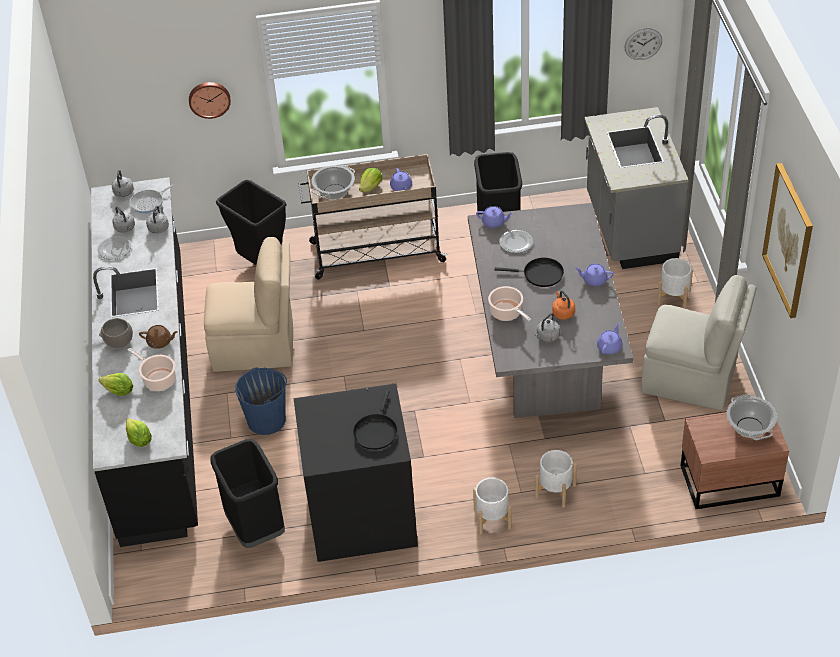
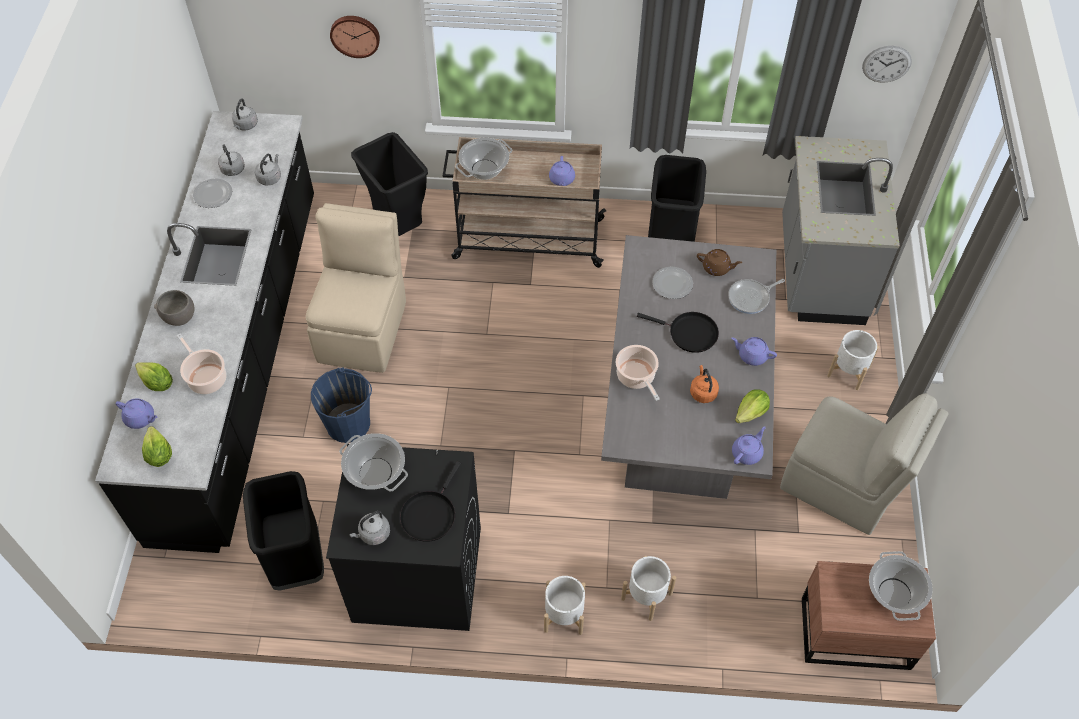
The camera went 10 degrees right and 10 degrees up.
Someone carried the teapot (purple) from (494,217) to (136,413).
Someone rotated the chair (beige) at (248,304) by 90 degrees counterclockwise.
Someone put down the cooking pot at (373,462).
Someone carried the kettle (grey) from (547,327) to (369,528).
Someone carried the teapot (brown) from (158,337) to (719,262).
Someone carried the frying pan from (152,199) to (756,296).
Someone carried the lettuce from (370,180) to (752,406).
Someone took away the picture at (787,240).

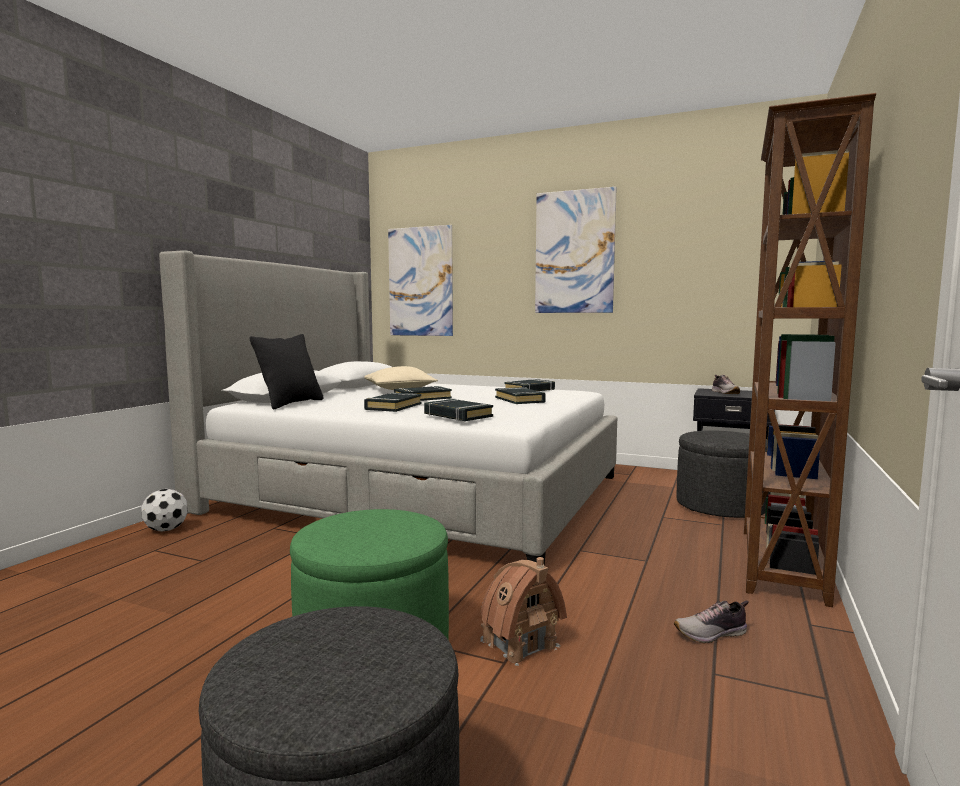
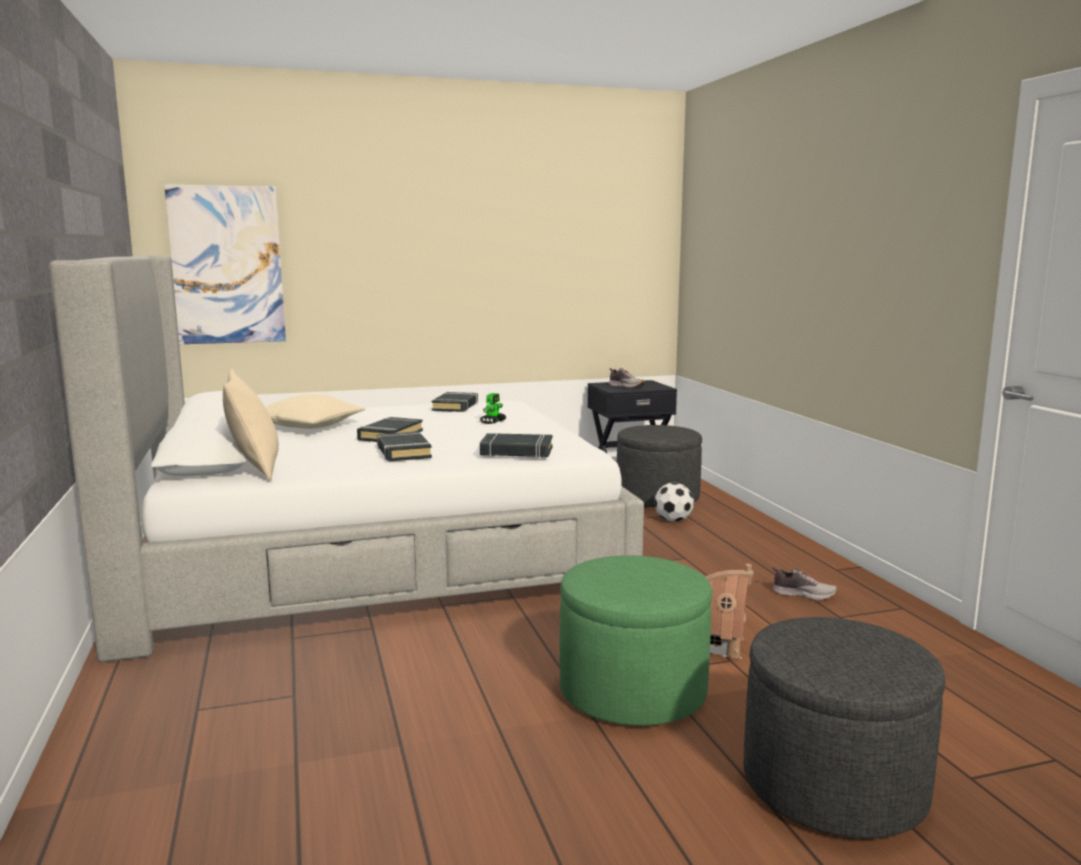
The camera went 40 degrees left and 5 degrees up.
Someone repainted the pillow (black) at (287,371), which became the pillow (beige) at (251,425).
Someone swapped the book (black) at (520,395) for the toy robot at (493,408).
Someone carried the football from (164,510) to (674,502).
Someone rotated the shoe at (711,622) by 105 degrees counterclockwise.
Someone took away the picture at (576,250).
Someone took away the bookcase (brown) at (810,350).

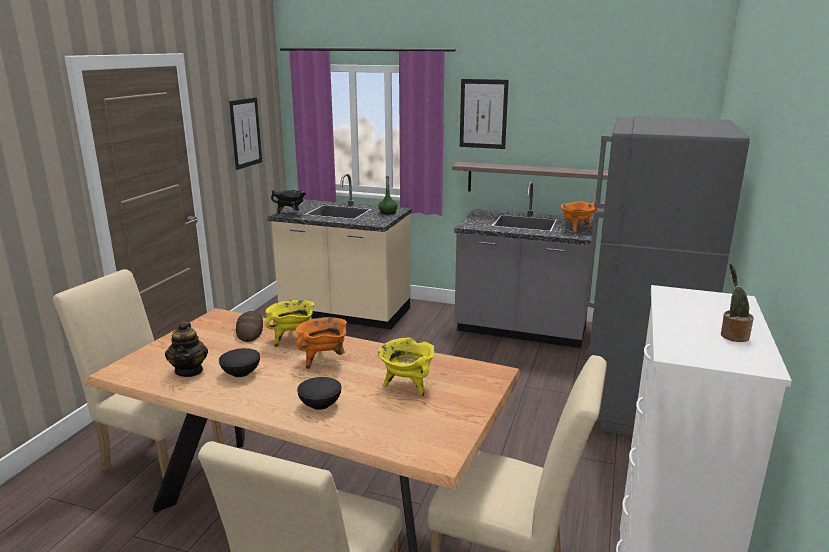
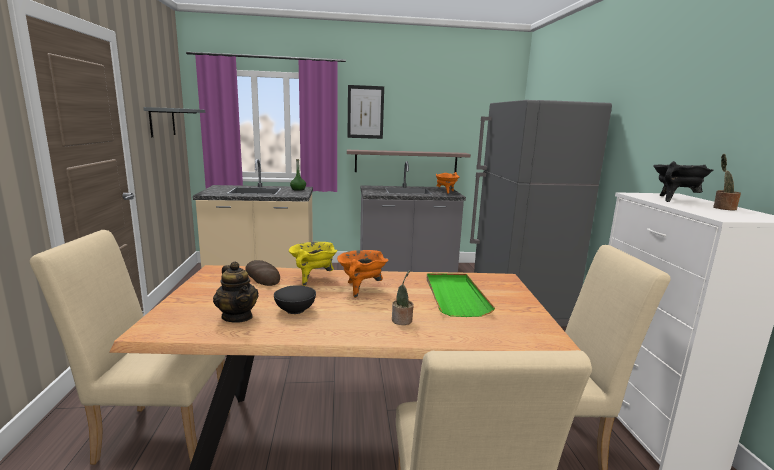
The camera went 25 degrees left and 5 degrees down.
Someone swapped the picture at (245,133) for the shelf (grey) at (174,122).
Someone swapped the bowl (black) at (319,393) for the potted plant at (403,297).
Someone swapped the cooking pot (yellow) at (405,366) for the tray (green) at (461,295).
Someone carried the cooking pot (black) from (289,202) to (683,181).

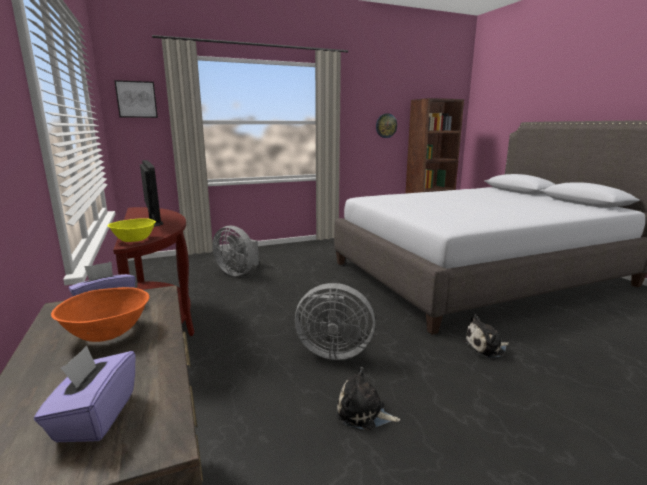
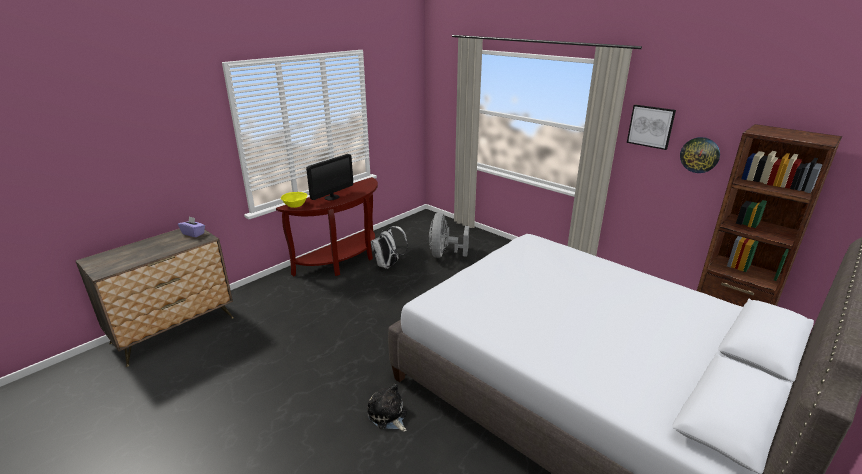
The camera went 65 degrees right and 10 degrees up.
Someone put down the backpack (white) at (389,247).
Someone carried the picture from (136,99) to (651,127).
Someone took away the tissue box (purple) at (84,393).
Someone took away the bowl (orange) at (100,314).
Someone took away the fan (grey) at (335,321).
Someone took away the plush toy at (368,398).

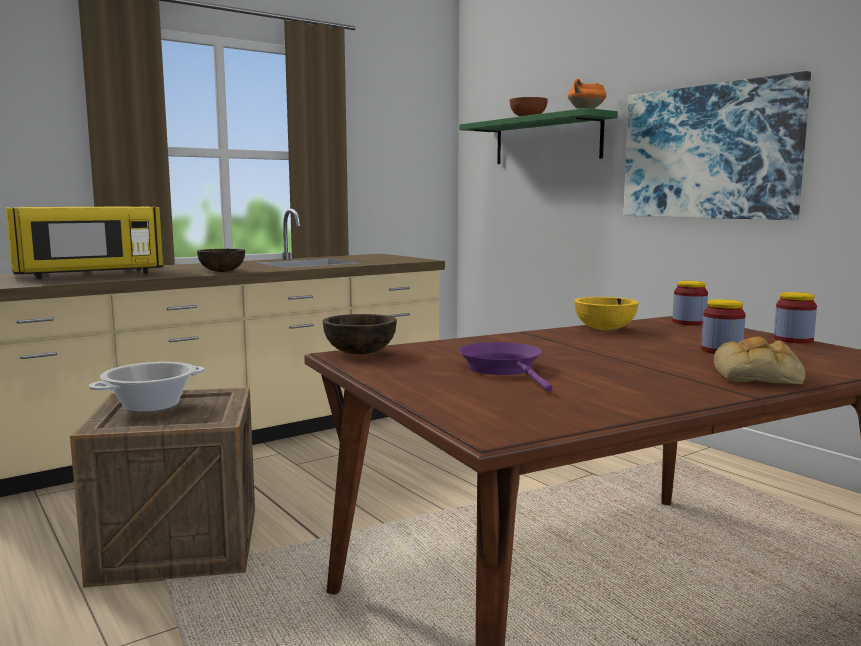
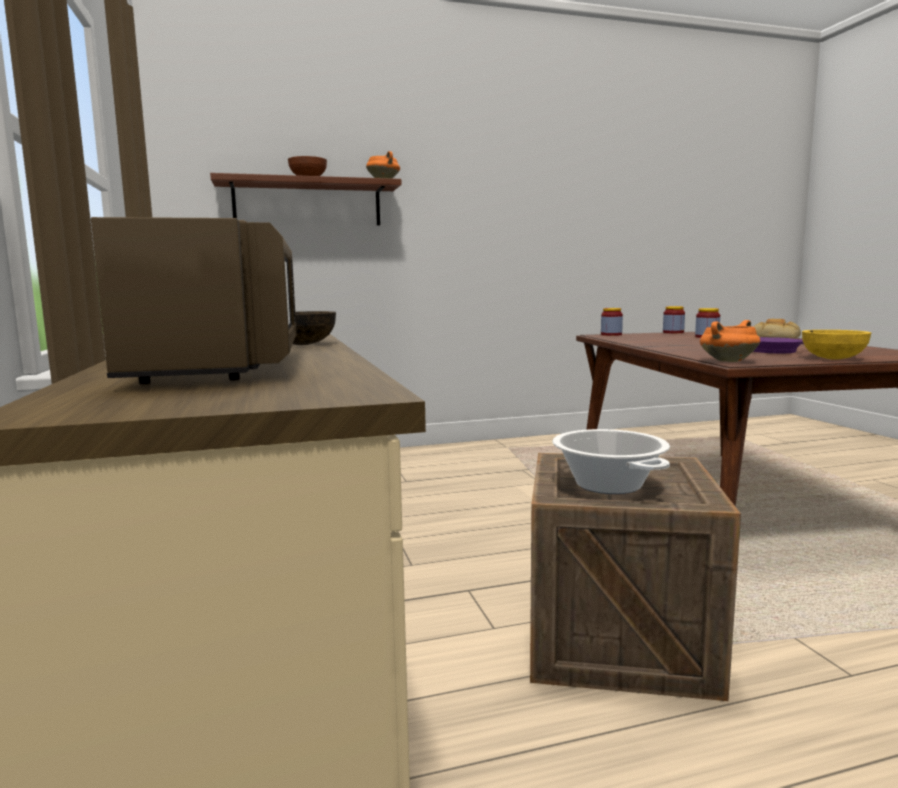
The camera went 70 degrees left and 0 degrees up.
Someone repainted the microwave (yellow) at (84,243), which became the microwave (brown) at (194,300).
Someone repainted the shelf (green) at (538,136), which became the shelf (brown) at (306,199).
Someone swapped the bowl (brown) at (359,334) for the cooking pot (orange) at (730,341).
Someone carried the bowl (yellow) from (606,313) to (836,345).
Someone took away the picture at (717,145).

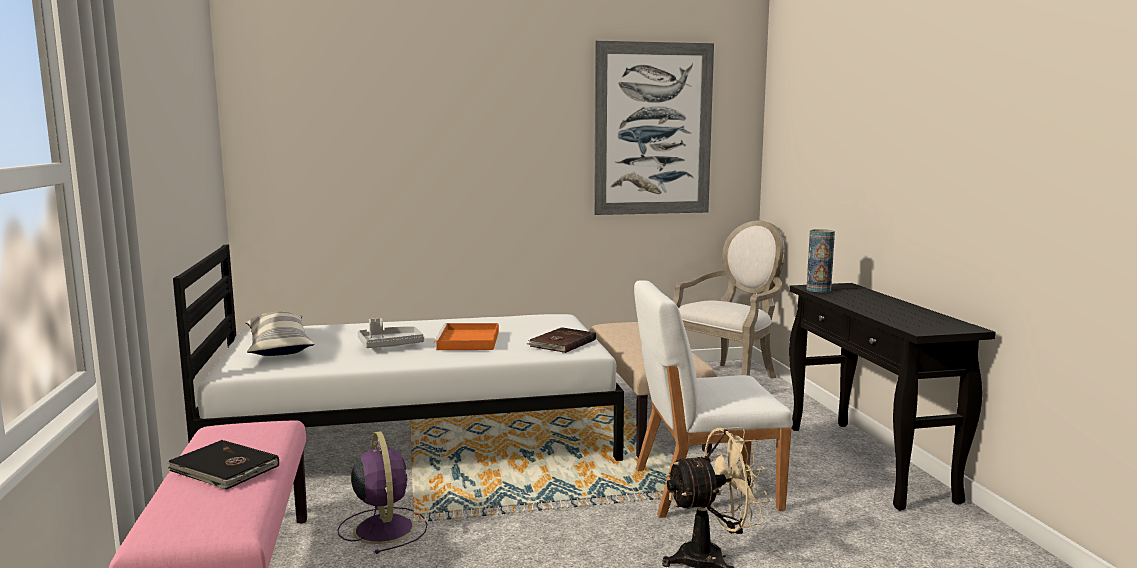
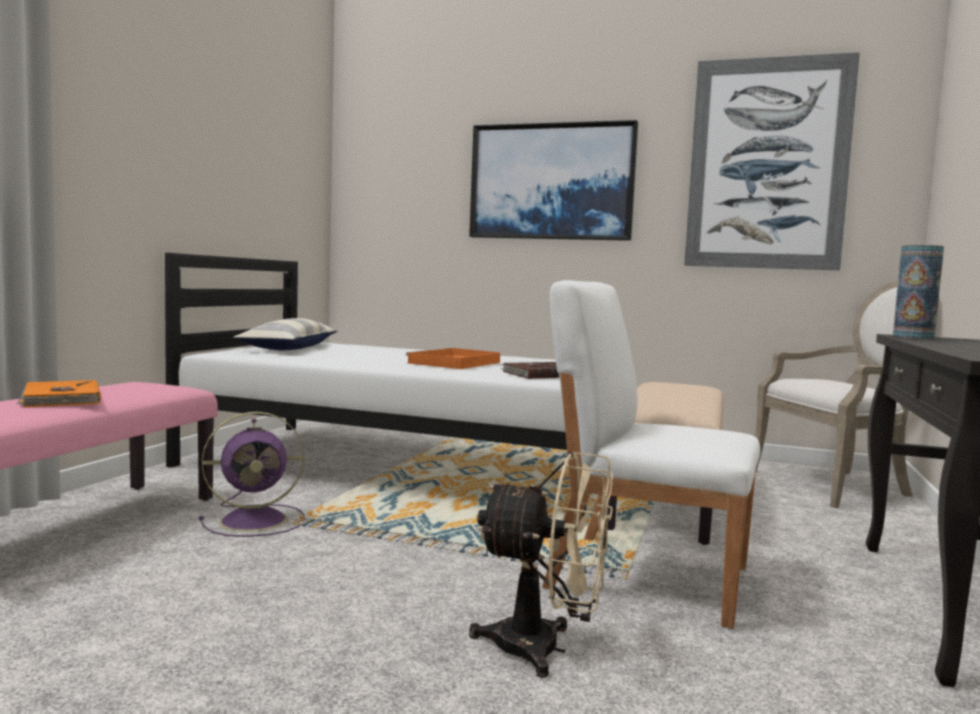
The camera went 30 degrees right and 5 degrees down.
Someone repainted the book (black) at (223,464), which became the book (orange) at (58,393).
Someone rotated the fan (purple) at (382,492) by 60 degrees clockwise.
Someone put up the picture at (553,180).
Someone took away the tray (grey) at (391,333).

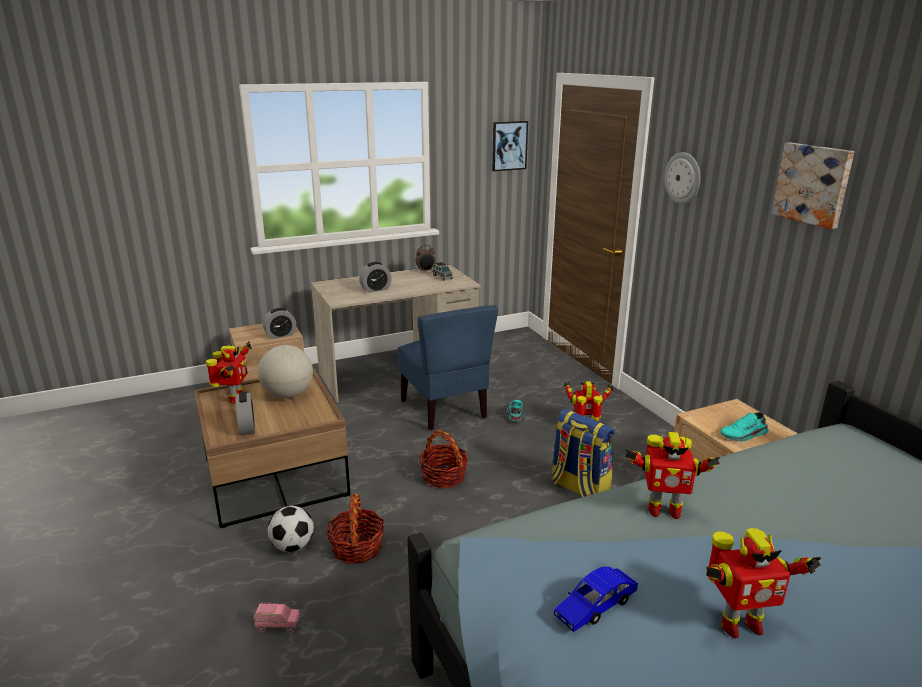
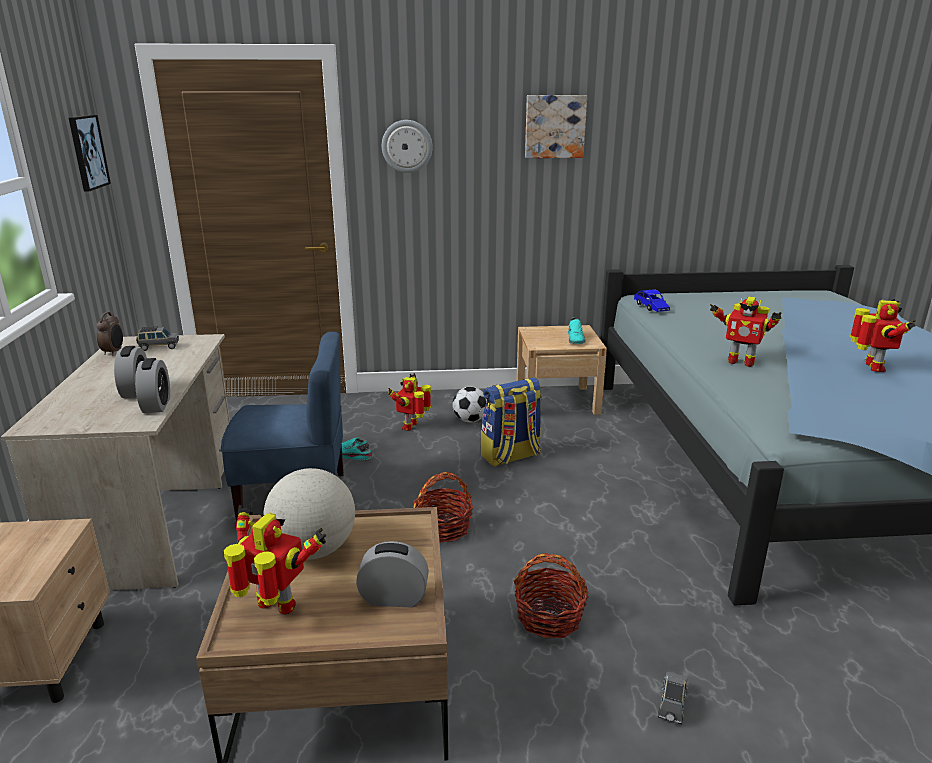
The camera went 70 degrees left and 0 degrees up.
Someone carried the alarm clock from (279,323) to (152,385).
Someone carried the football from (291,529) to (469,404).
Someone carried the toy car (blue) from (596,599) to (652,300).
Someone repainted the toy car (pink) at (277,618), which became the toy car (grey) at (673,698).
Someone rotated the toy robot at (672,475) by 90 degrees clockwise.

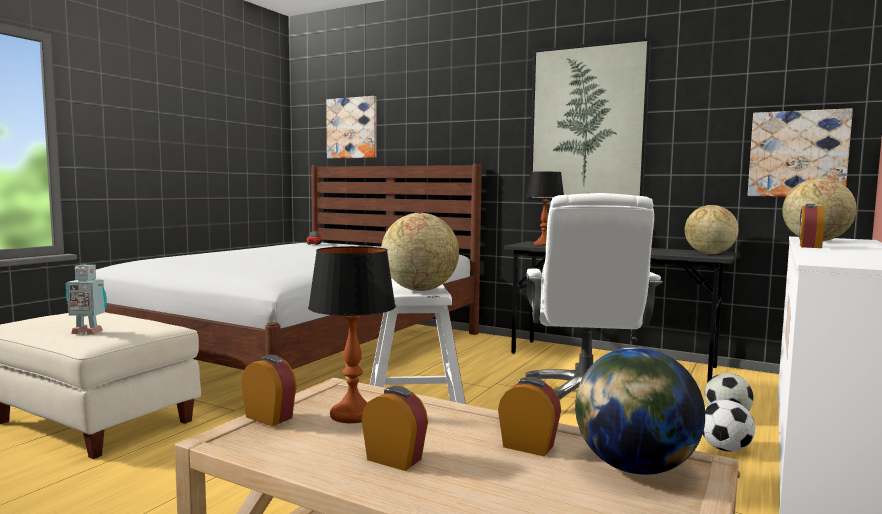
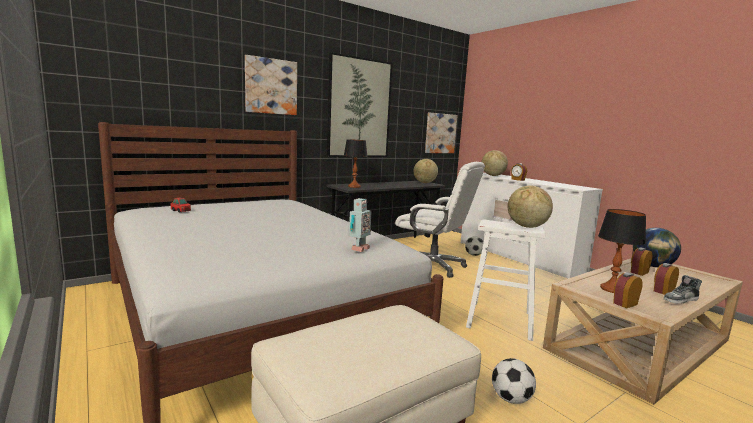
The camera went 65 degrees left and 5 degrees up.
Someone carried the picture from (351,127) to (271,85).
Someone carried the toy robot from (86,300) to (360,225).
Someone carried the football from (729,426) to (514,381).
Someone put down the shoe at (683,289).

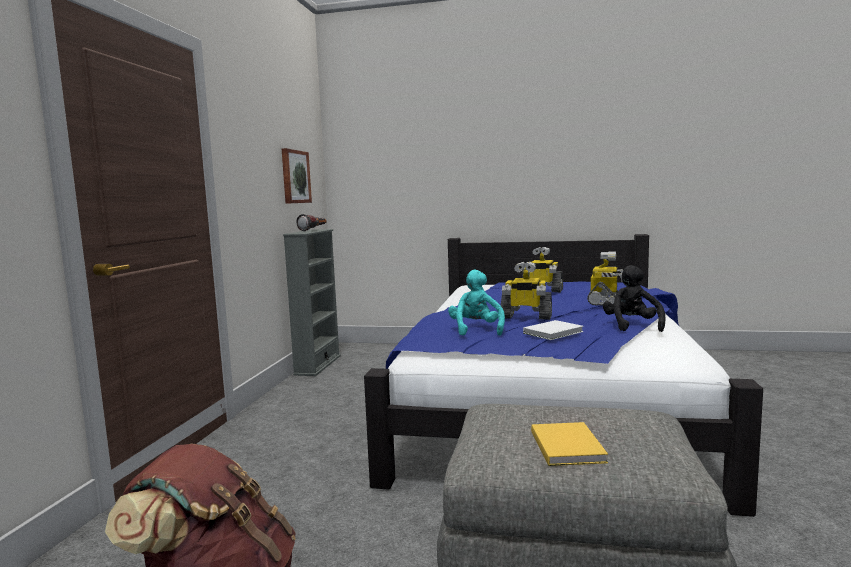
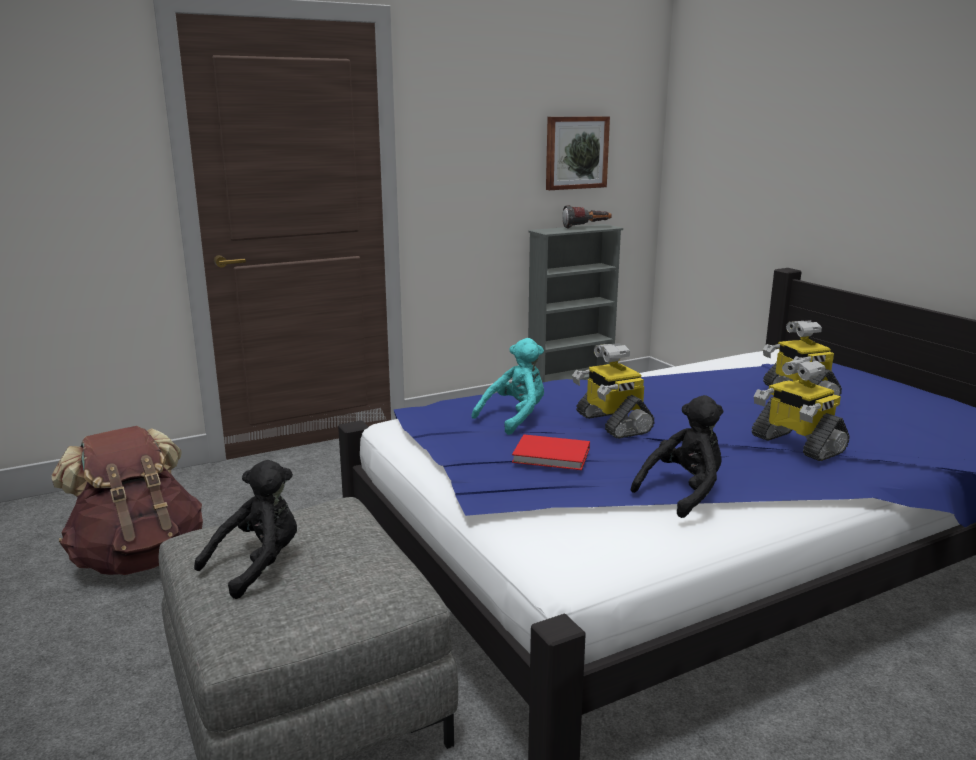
The camera went 50 degrees right and 10 degrees up.
Someone swapped the book (yellow) at (569,444) for the plush toy (black) at (245,529).
Someone repainted the book (white) at (553,330), which became the book (red) at (551,452).
Someone rotated the toy robot at (605,278) by 75 degrees clockwise.

